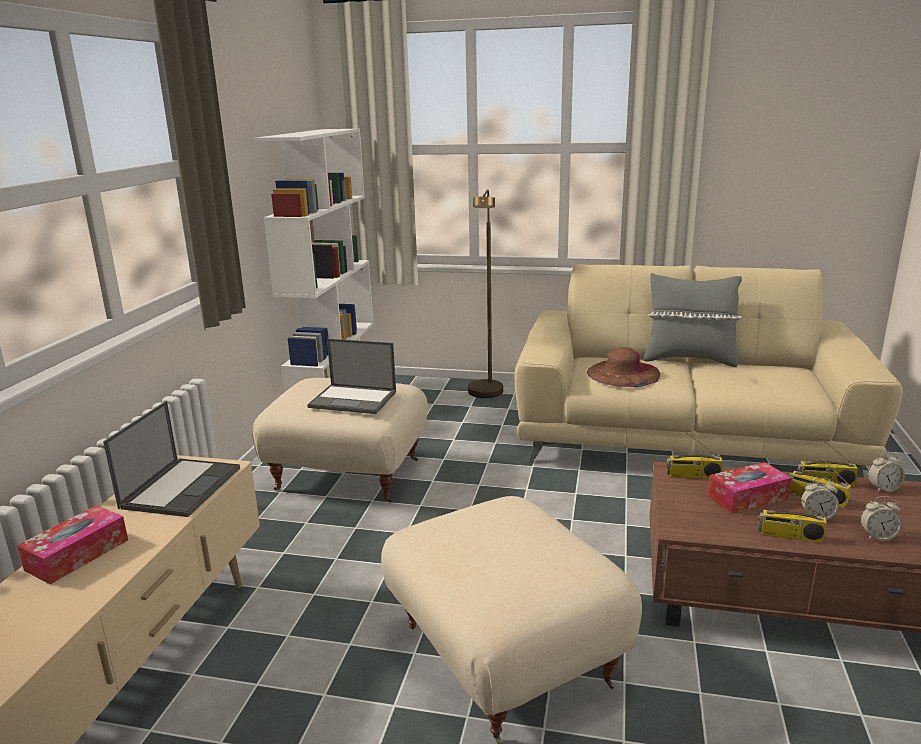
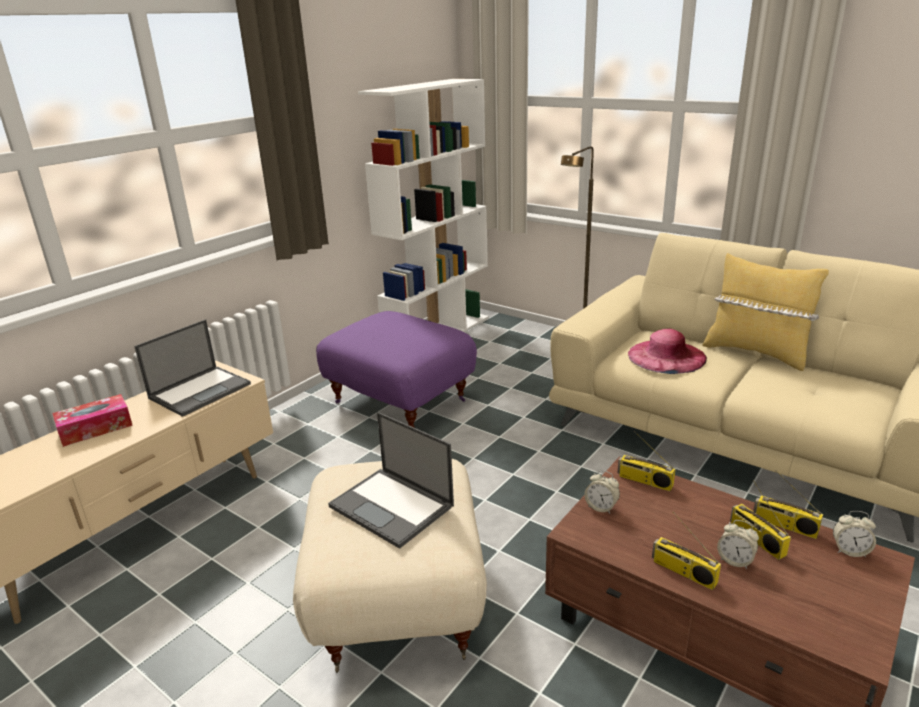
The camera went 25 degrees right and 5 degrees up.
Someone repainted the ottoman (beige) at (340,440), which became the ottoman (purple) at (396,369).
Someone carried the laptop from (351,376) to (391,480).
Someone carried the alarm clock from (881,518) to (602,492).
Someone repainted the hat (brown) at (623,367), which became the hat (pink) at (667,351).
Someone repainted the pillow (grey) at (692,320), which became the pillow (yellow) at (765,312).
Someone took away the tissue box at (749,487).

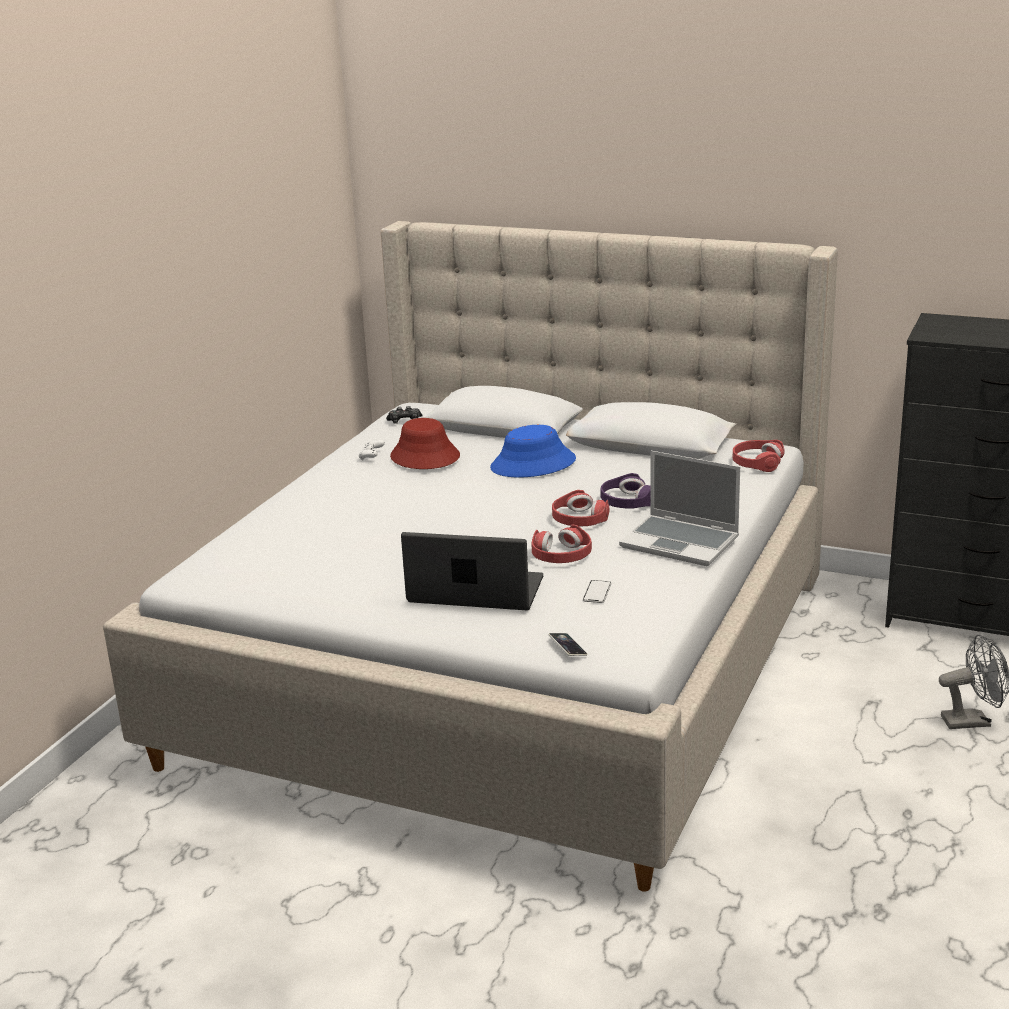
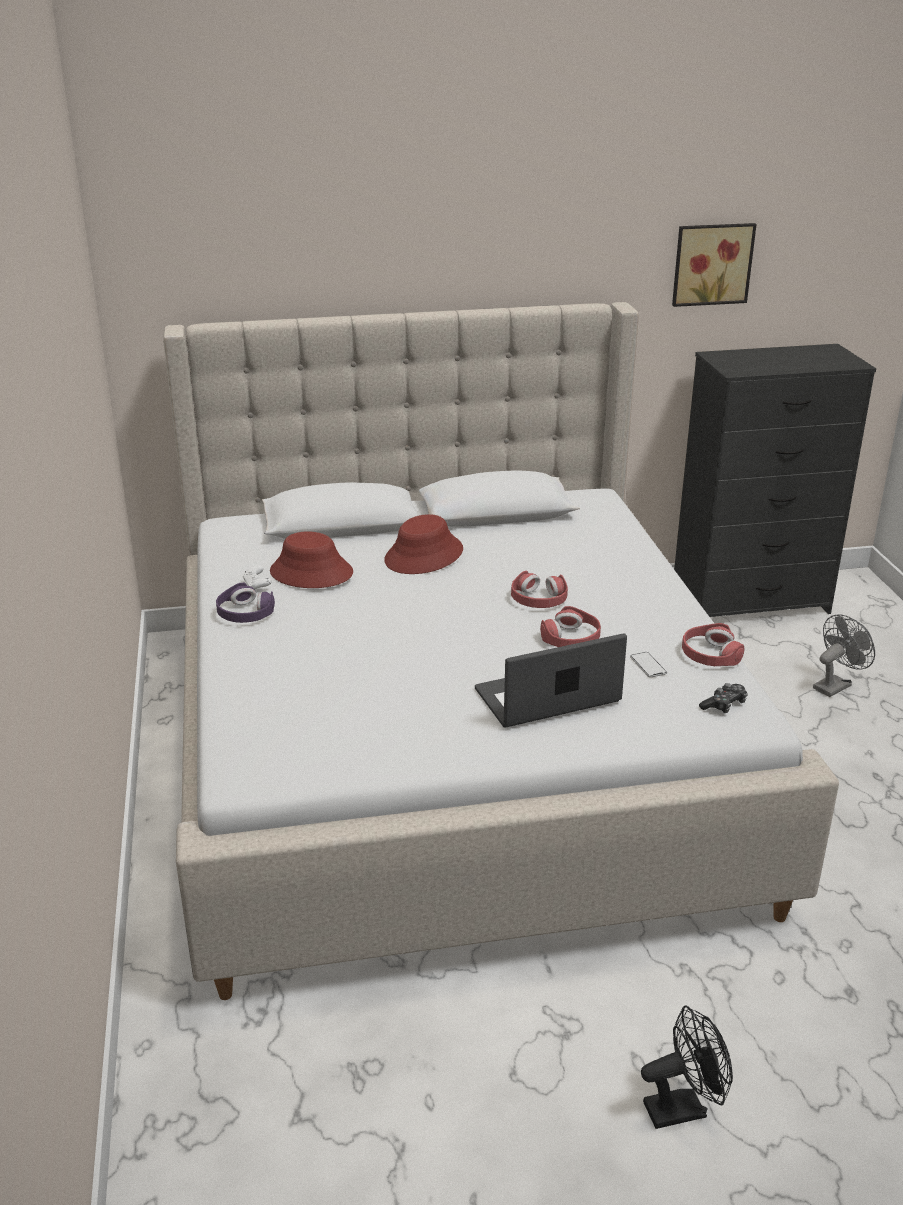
The camera went 35 degrees left and 5 degrees up.
Someone carried the headphones (purple) from (625,491) to (245,603).
Someone repainted the hat (blue) at (533,451), which became the hat (red) at (423,544).
Someone put down the fan (black) at (687,1067).
Someone put up the picture at (714,265).
Someone carried the headphones (red) from (759,456) to (713,644).
Someone carried the game controller from (404,415) to (723,698).
Someone took away the phone at (568,644).
Someone took away the laptop at (679,508).

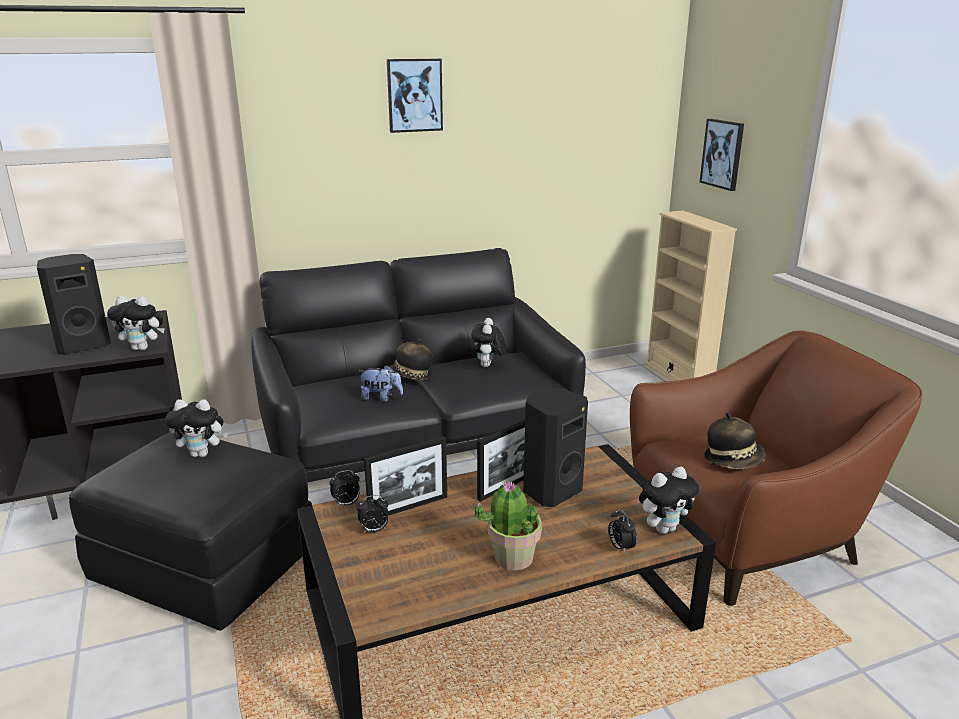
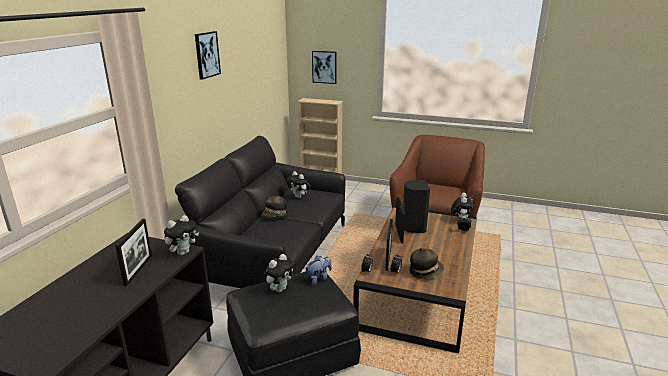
The camera went 50 degrees left and 0 degrees up.
Someone swapped the speaker (black) at (74,304) for the picture frame at (133,252).
Someone carried the plush toy from (381,383) to (318,270).
Someone carried the hat from (735,440) to (426,263).
Someone took away the potted plant at (508,525).

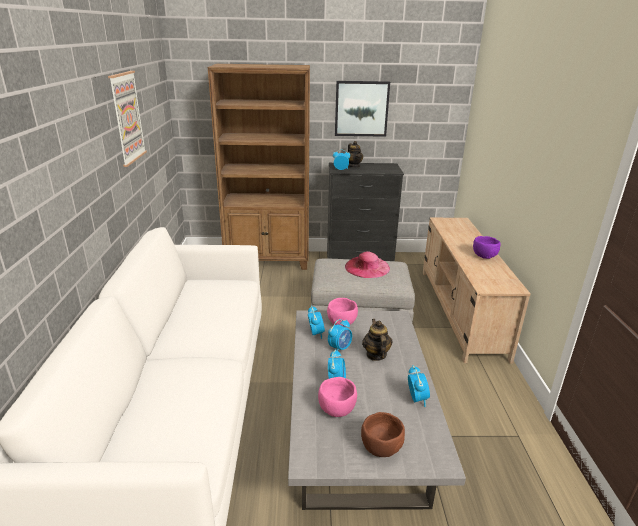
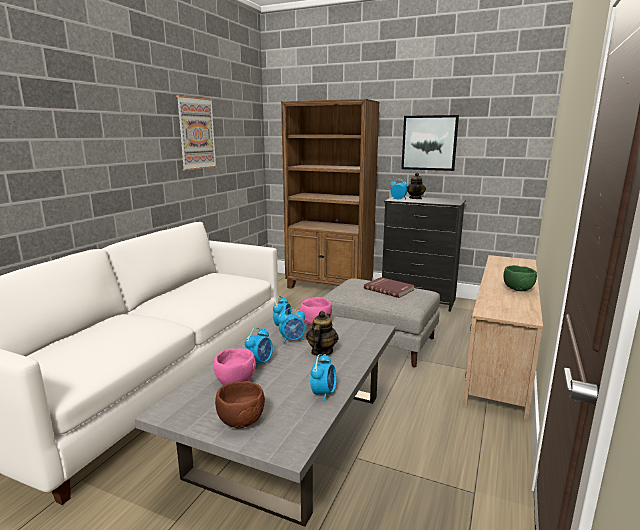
The camera went 25 degrees right and 10 degrees down.
Someone swapped the hat (pink) at (367,264) for the book (red) at (389,287).
Someone repainted the bowl (purple) at (486,247), which became the bowl (green) at (520,278).

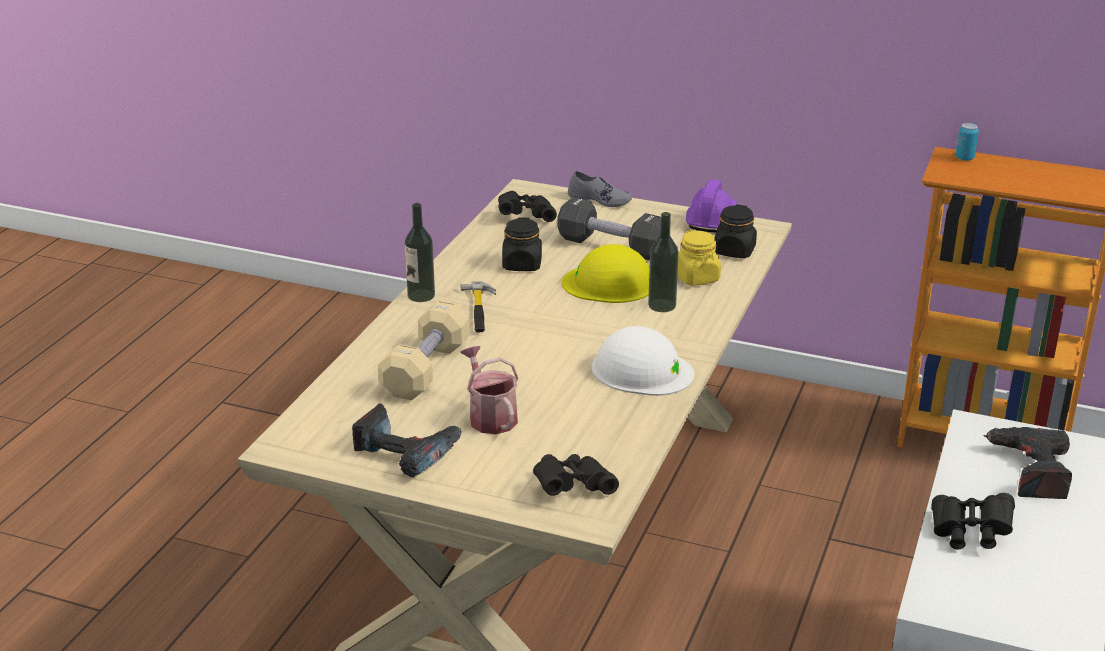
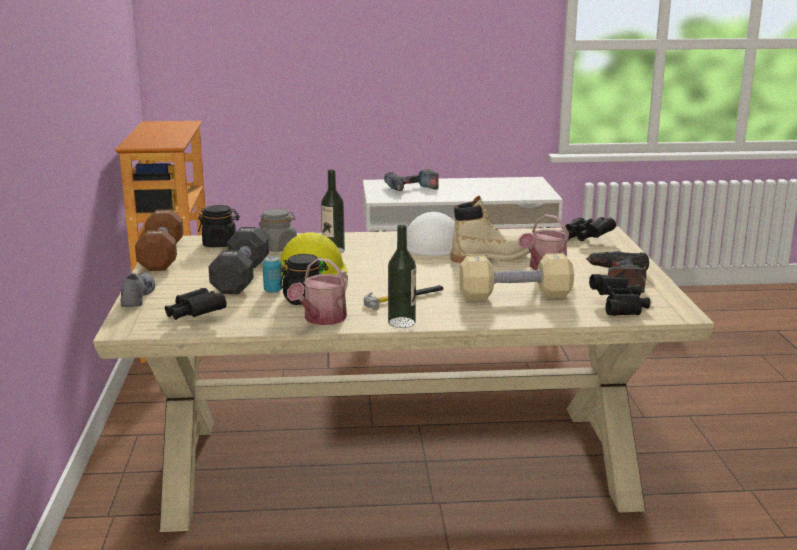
The camera went 115 degrees left and 10 degrees down.
Someone swapped the hard hat (purple) at (711,206) for the dumbbell (brown) at (159,240).
Someone repainted the jar (yellow) at (699,258), which became the jar (grey) at (278,230).
Someone carried the can from (967,142) to (272,274).
Someone put down the watering can at (317,291).
Someone put down the boot (beige) at (490,230).
Someone carried the binoculars (black) from (973,521) to (619,295).

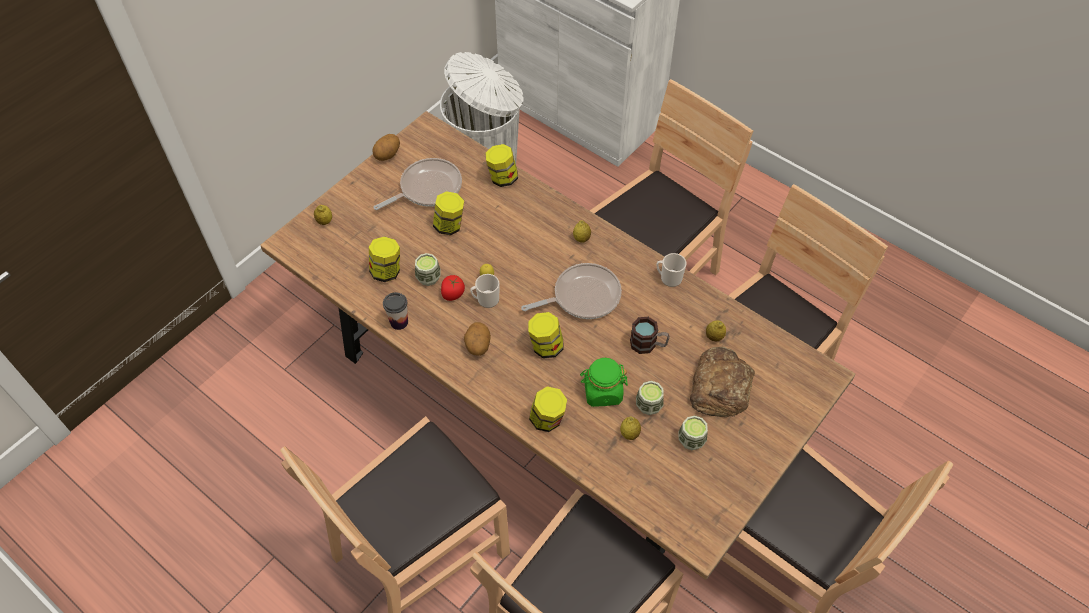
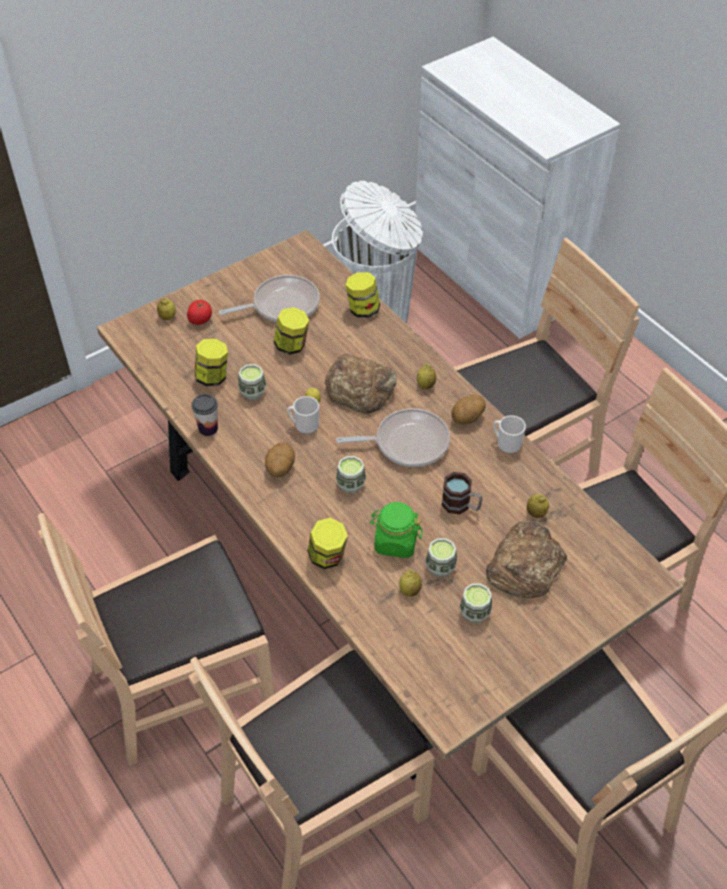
The camera went 15 degrees right and 5 degrees down.
Someone carried the tomato from (453,288) to (199,312).
Someone put down the bread at (360,384).
Someone swapped the jar at (546,335) for the cup at (351,474).
Someone carried the potato from (386,147) to (468,409).

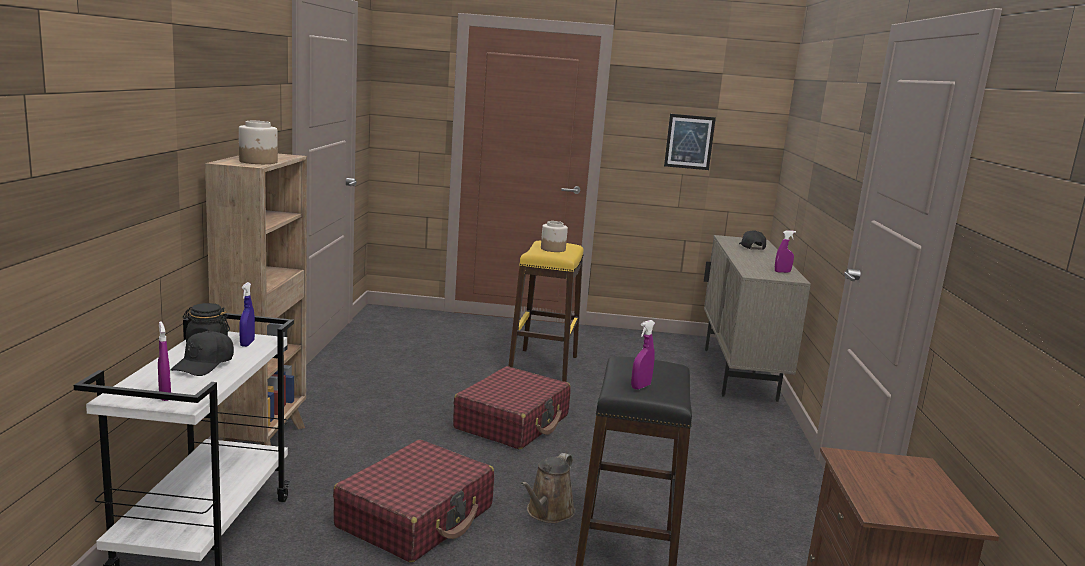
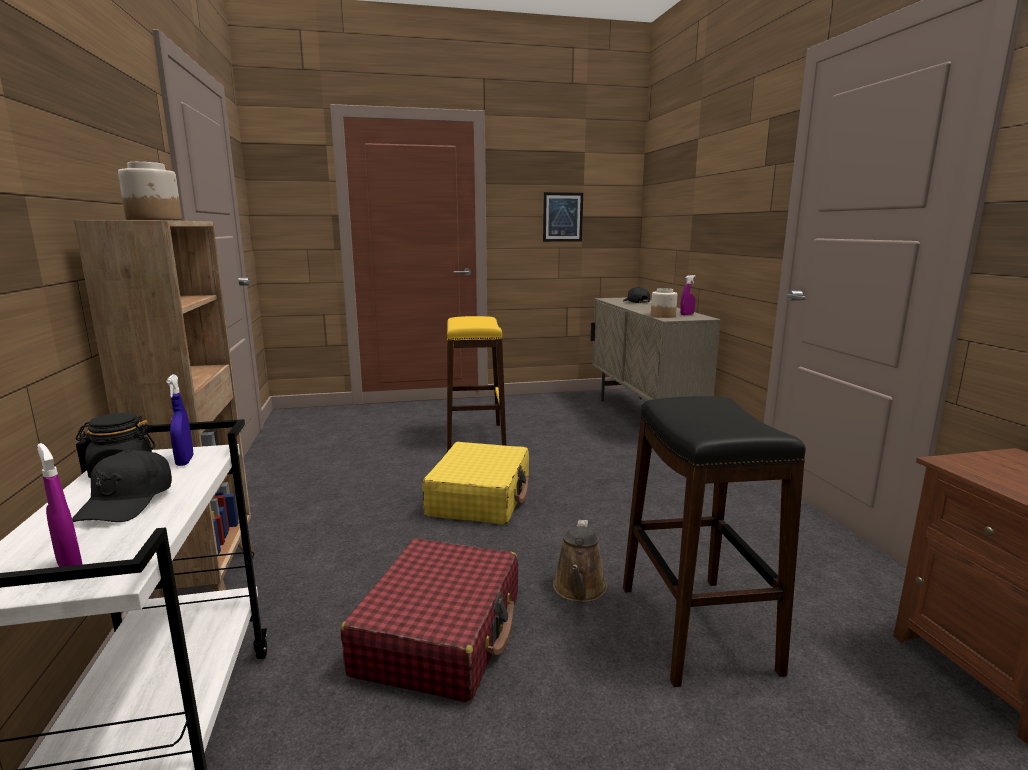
The camera went 15 degrees left and 0 degrees up.
Someone repainted the suitcase (red) at (512,407), which became the suitcase (yellow) at (475,483).
Someone carried the jar from (554,236) to (664,303).
Someone took away the spray bottle (purple) at (643,355).

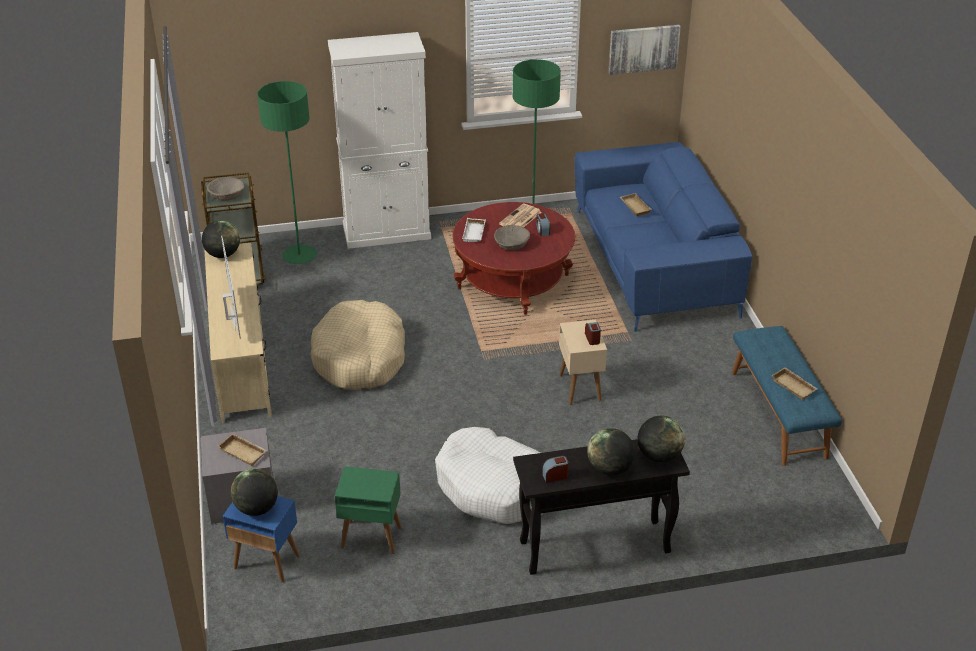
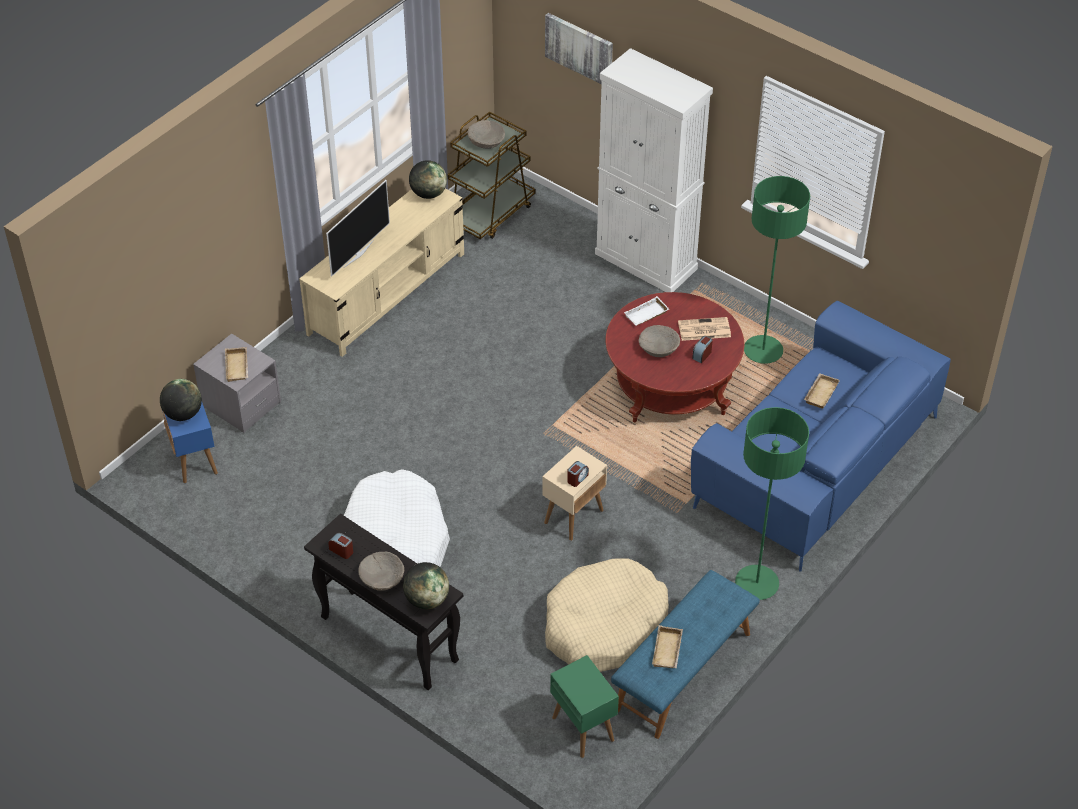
The camera went 50 degrees right and 10 degrees up.
Someone swapped the globe at (611,451) for the bowl (beige) at (381,571).
Someone carried the picture from (644,50) to (579,48).
Someone carried the dog bed (beige) from (358,345) to (607,615).
Someone carried the side table (green) from (368,510) to (584,706).
Someone carried the floor lamp (green) from (287,172) to (772,503).

